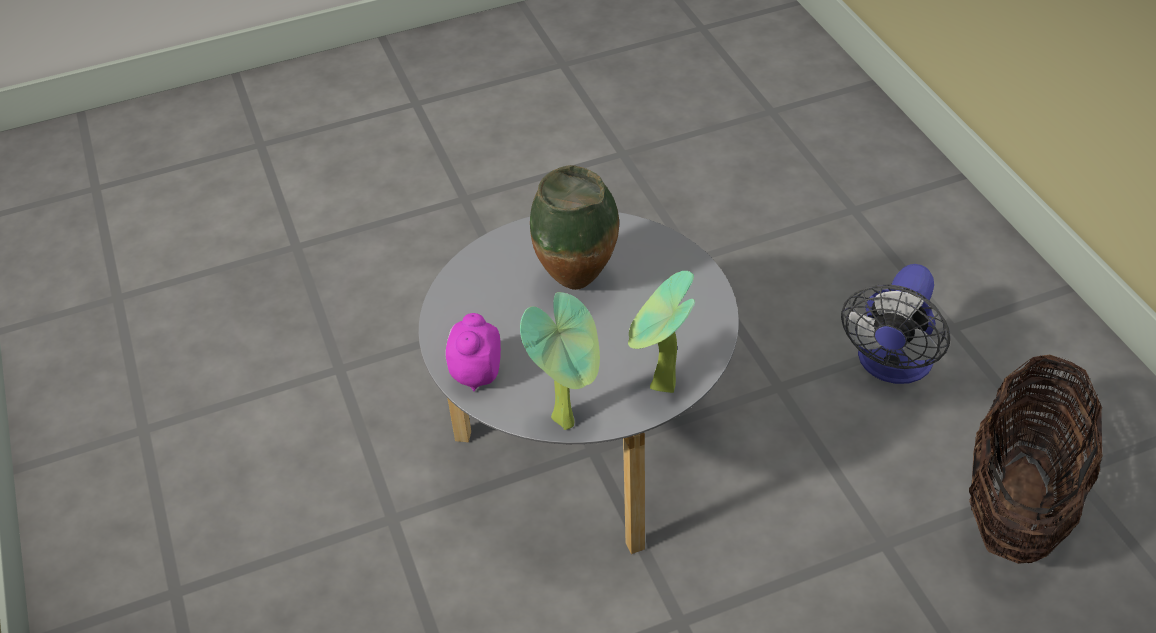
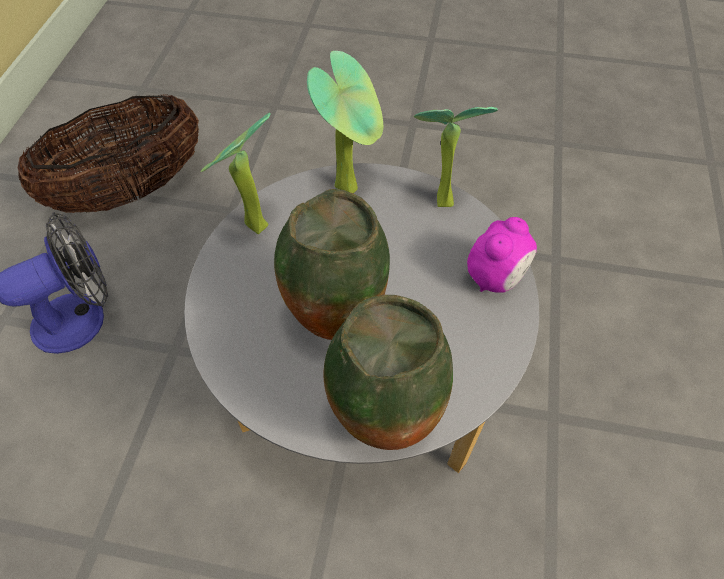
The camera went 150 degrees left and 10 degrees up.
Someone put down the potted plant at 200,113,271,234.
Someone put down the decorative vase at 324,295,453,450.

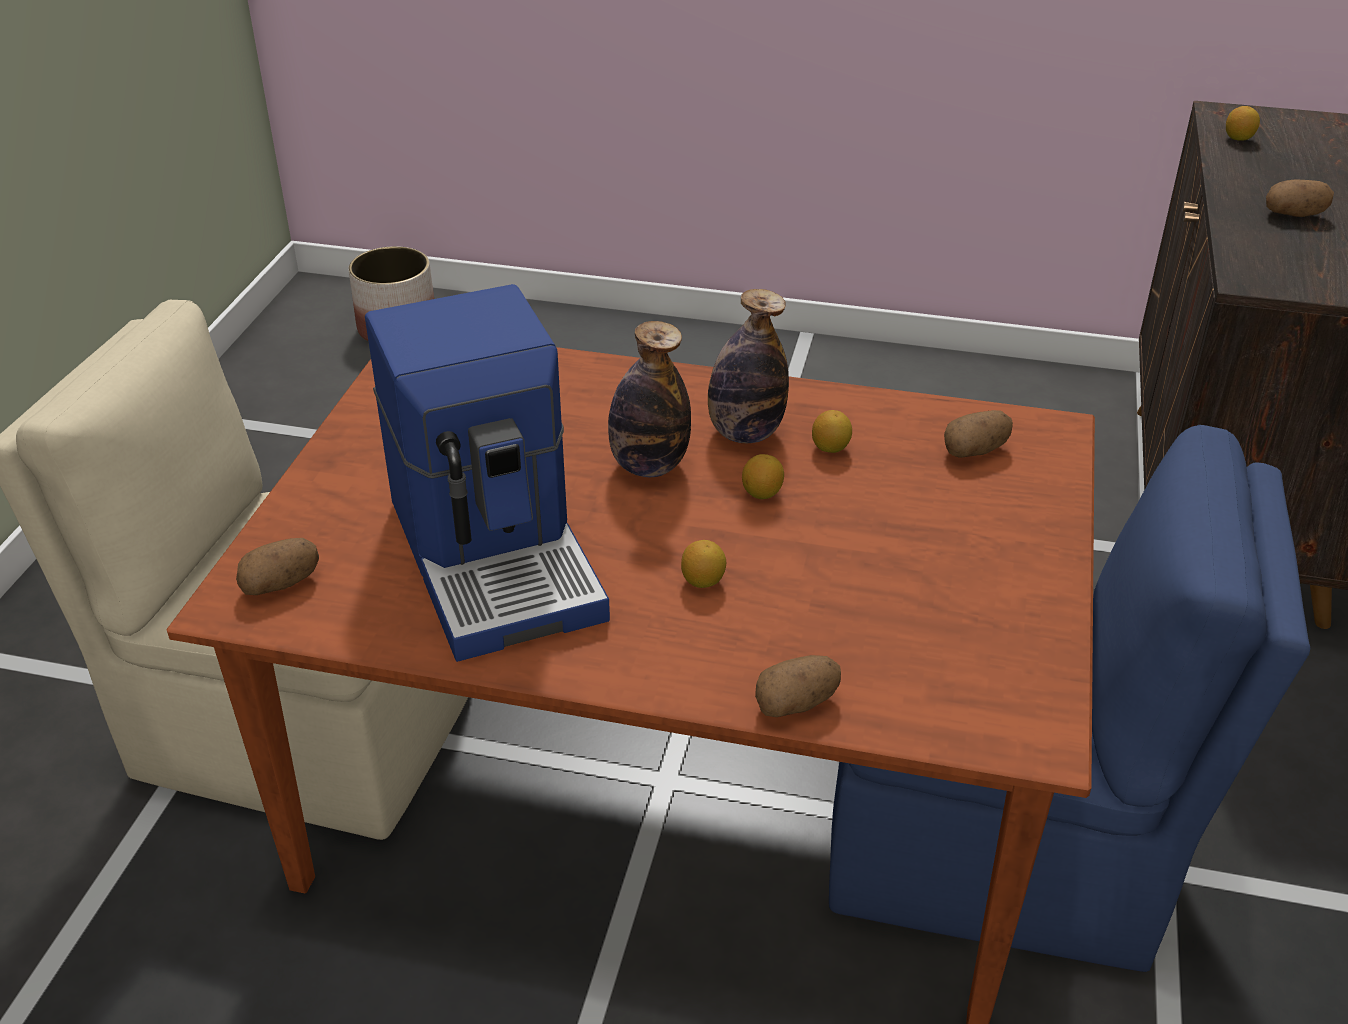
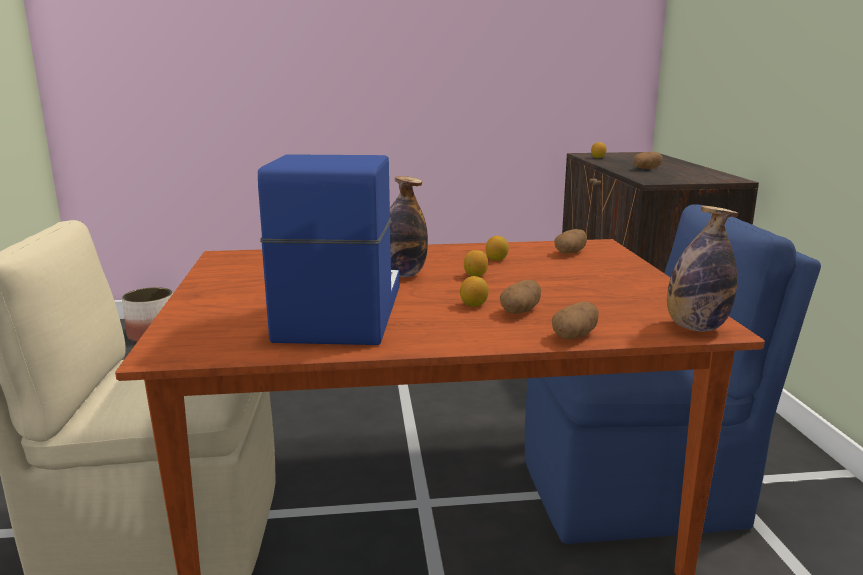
The camera went 20 degrees left and 20 degrees down.
Someone rotated the coffee brewer at 365,284,610,662 by 135 degrees counterclockwise.
Someone carried the bottle from 708,289,789,443 to 667,206,738,332.
Someone carried the spud from 236,538,319,595 to 500,280,541,314.

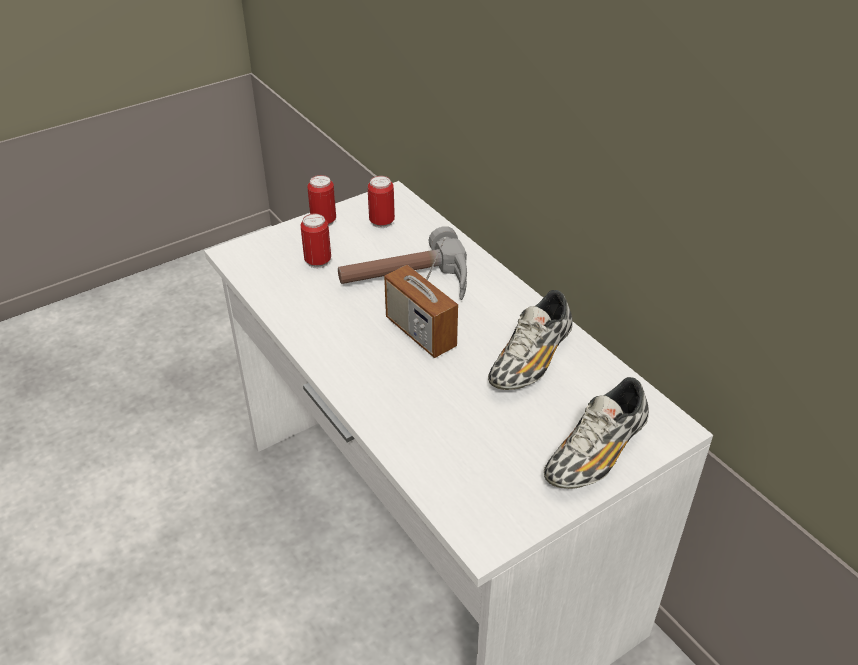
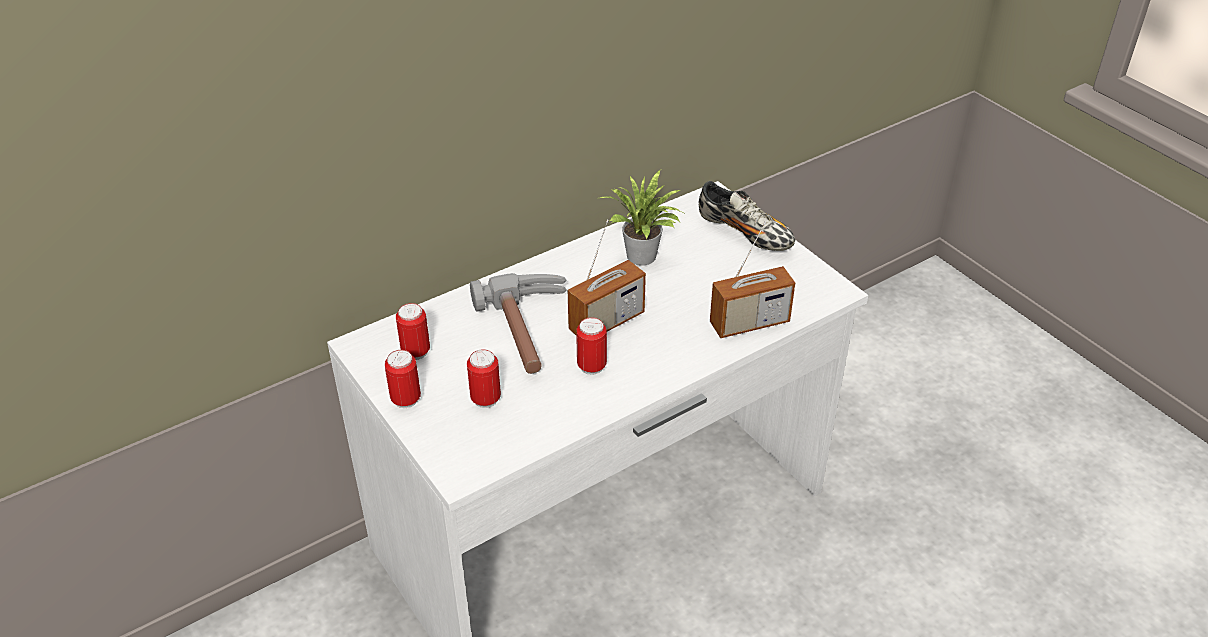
The camera went 90 degrees left and 0 degrees up.
Someone swapped the low shoe at 488,290,573,390 for the potted plant at 600,170,684,266.
Someone put down the radio at 710,221,795,338.
Someone put down the sealed can at 576,317,607,375.

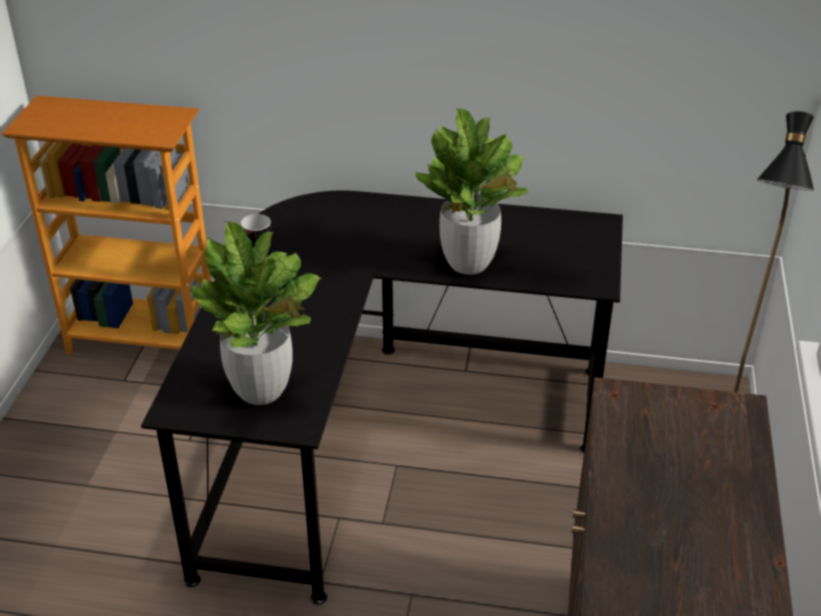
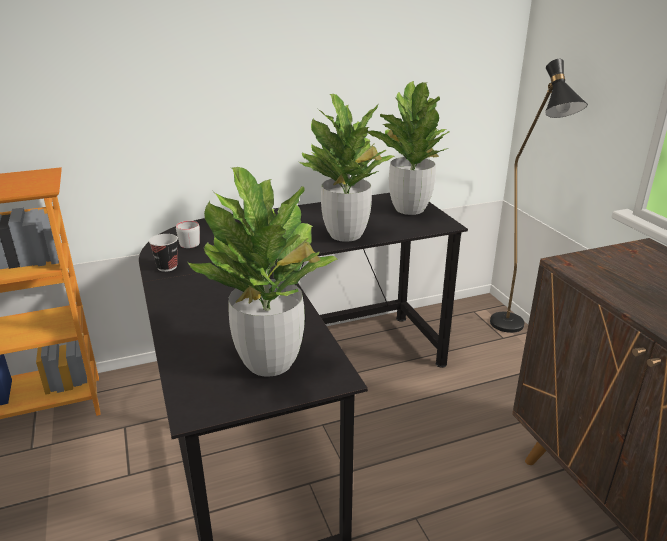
The camera went 30 degrees left and 10 degrees down.
Someone put down the potted plant at 368,81,450,215.
Someone put down the grey mug at 176,221,200,248.

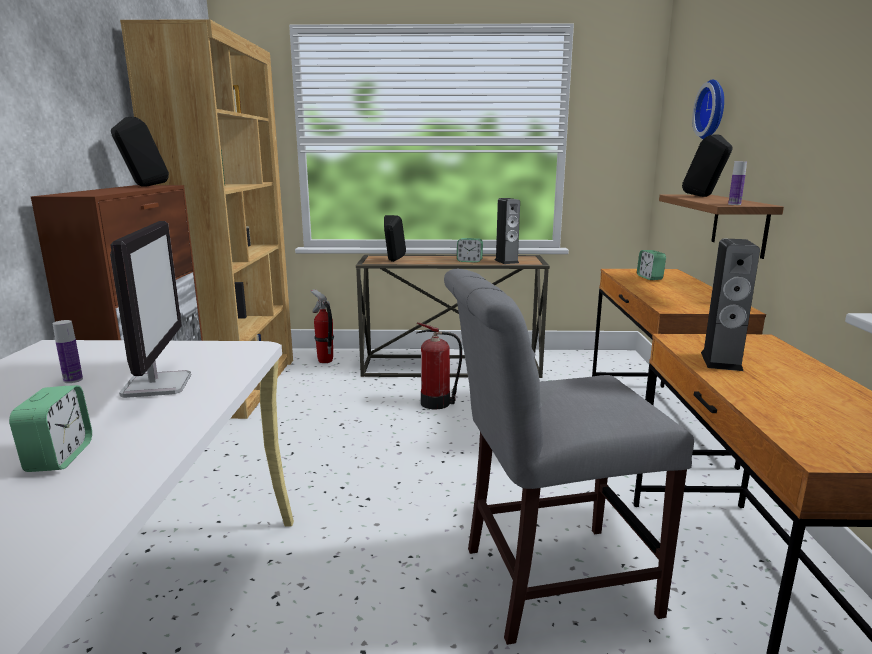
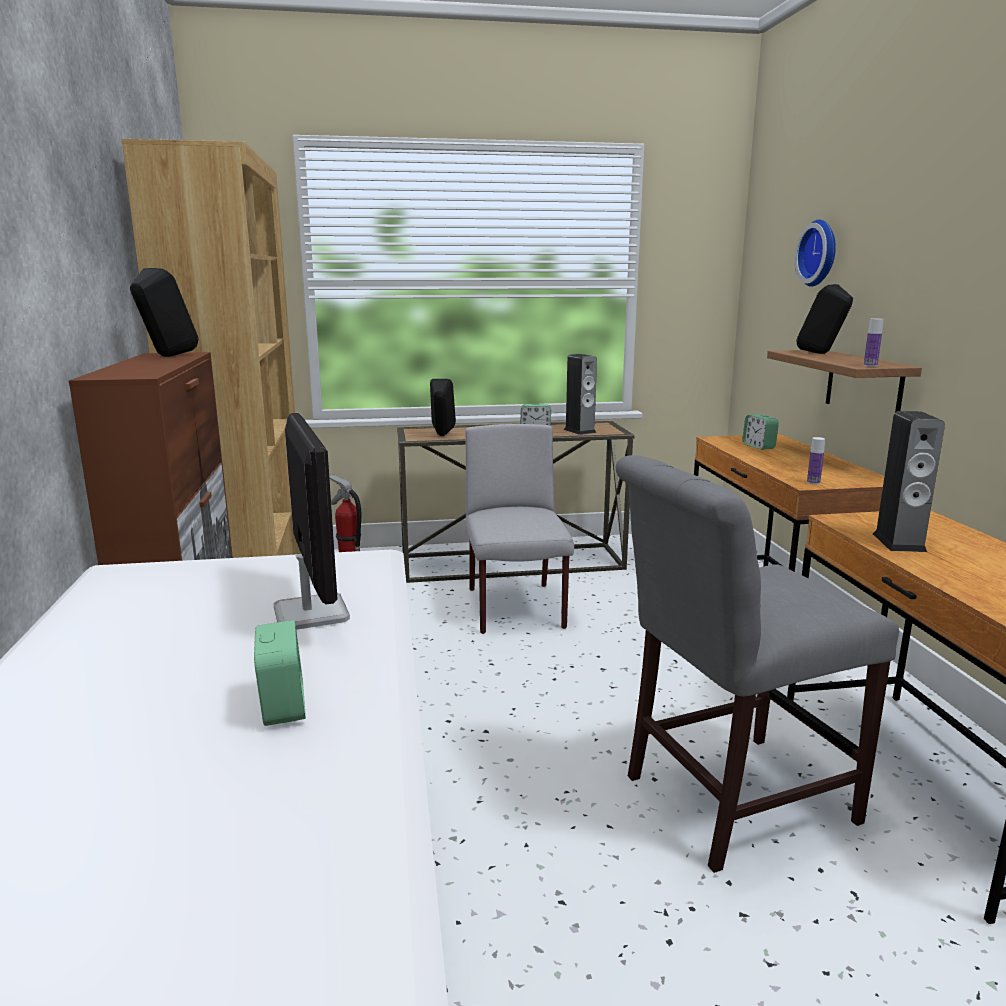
The camera went 10 degrees left and 0 degrees up.
Someone carried the bottle from 53,320,83,383 to 807,437,825,484.
Someone swapped the extinguisher at 416,322,462,409 for the grey chair at 465,424,574,634.

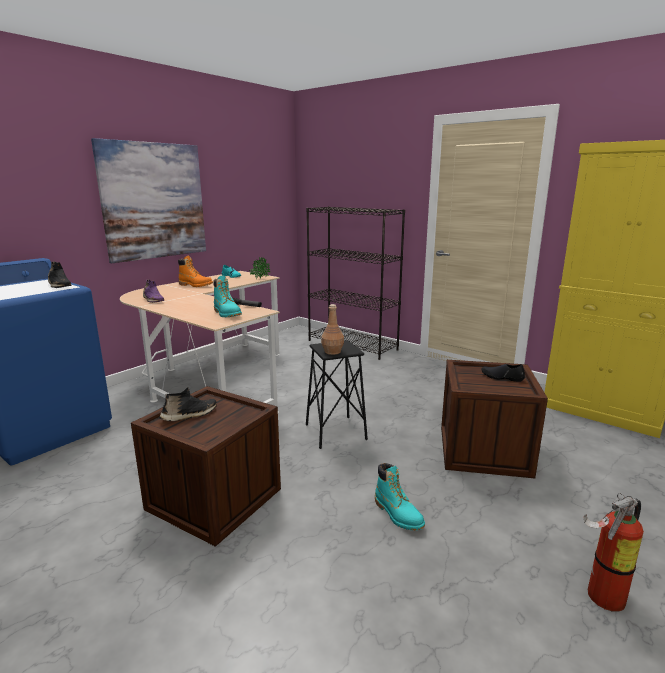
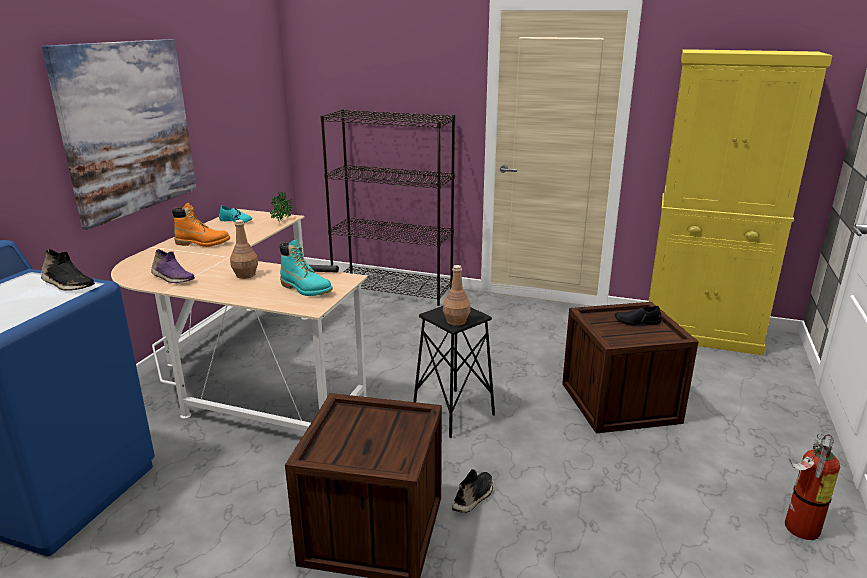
The camera went 20 degrees left and 5 degrees up.
Someone carried the black low shoe from 159,387,217,421 to 452,469,493,513.
Someone took away the turquoise-coloured boot at 375,463,425,531.
Someone put down the brown bottle at 230,220,258,279.

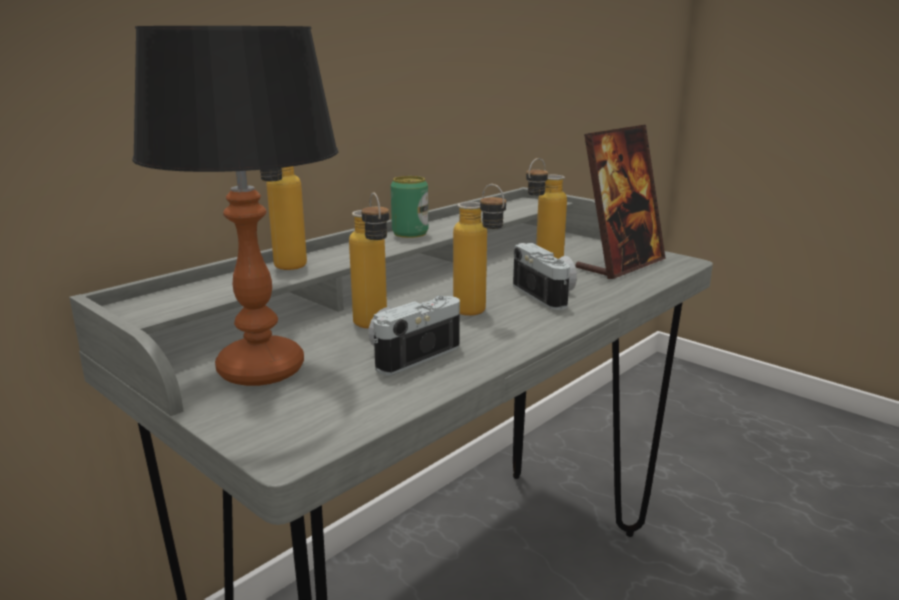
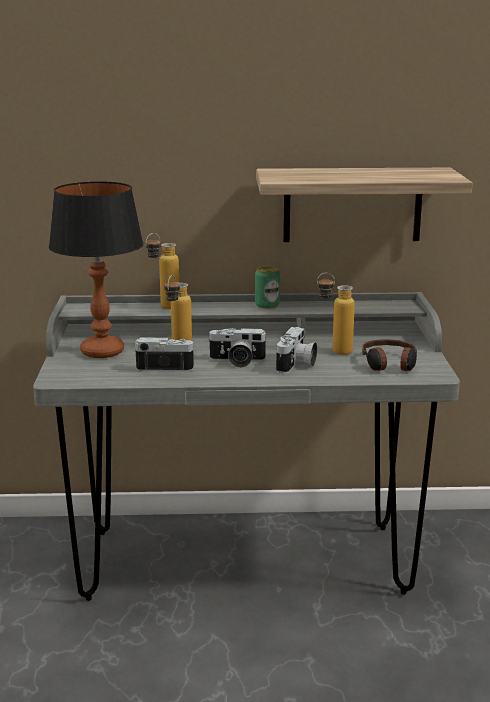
The camera went 45 degrees right and 0 degrees up.
Someone swapped the picture frame at 575,124,666,279 for the headphones at 362,339,417,371.
Someone swapped the bottle at 453,184,506,316 for the photo camera at 207,328,268,368.
Someone put up the wall shelf at 256,168,473,242.

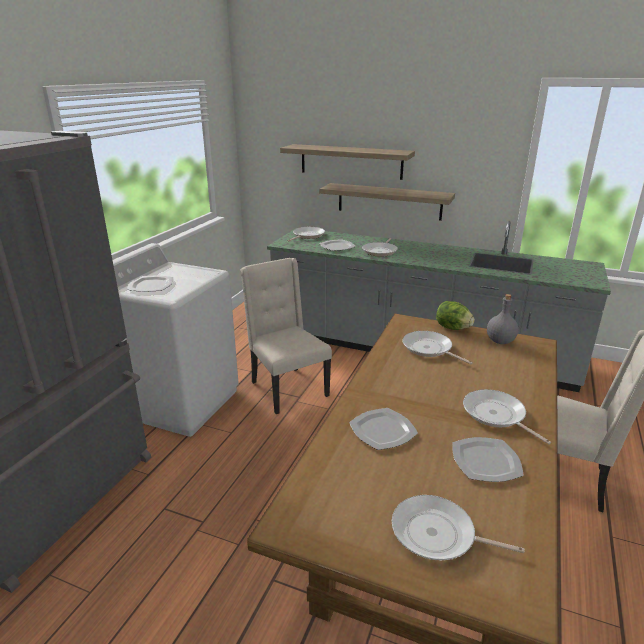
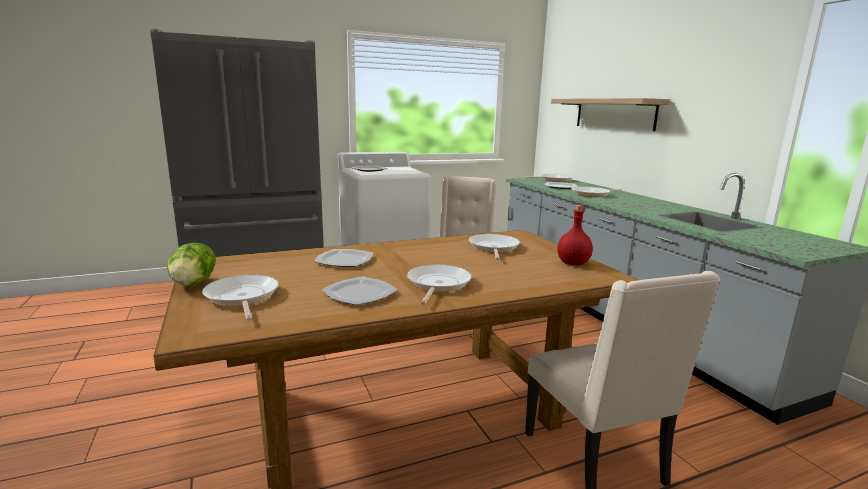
The camera went 45 degrees right and 10 degrees down.
Someone took away the wall shelf at 319,183,455,221.
Someone repainted the grey bottle at 487,294,518,344, which became the red-coloured bottle at 557,205,593,266.
Someone carried the head of lettuce from 436,301,475,330 to 167,243,216,286.

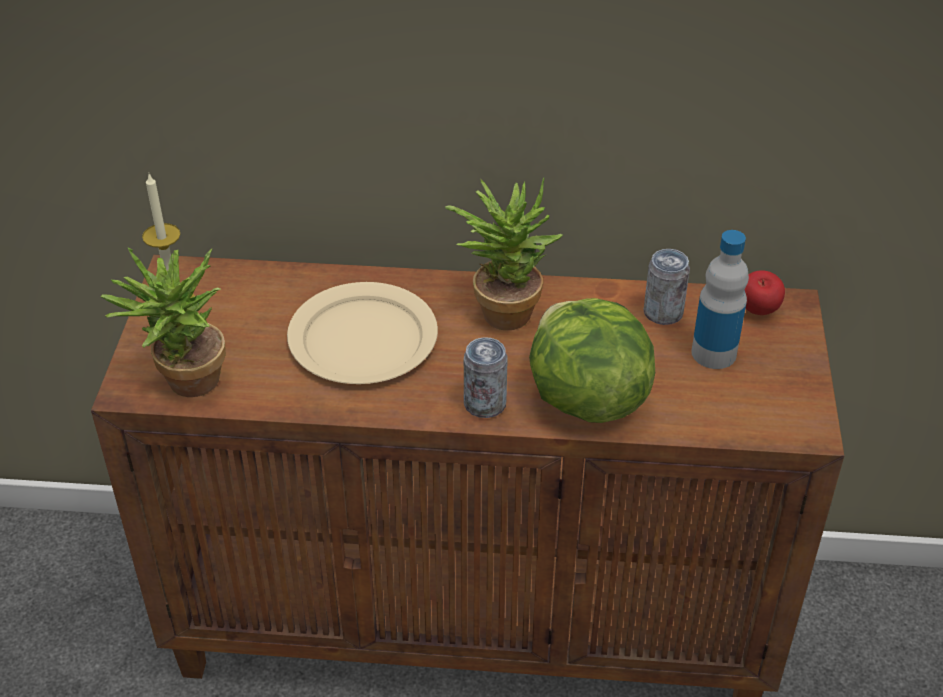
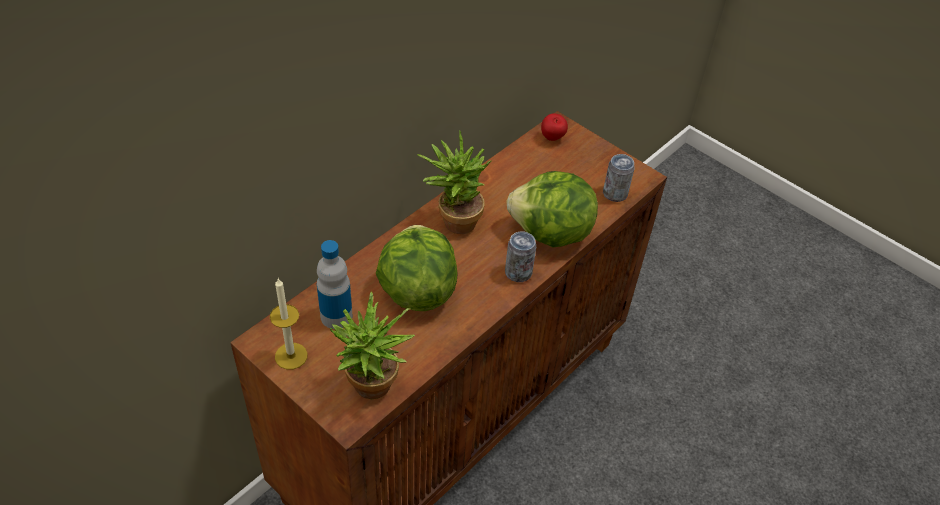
The camera went 55 degrees left and 5 degrees up.
Someone carried the bottle from 691,230,749,369 to 317,240,352,329.
Someone carried the sealed can from 644,249,690,325 to 603,154,635,202.
Someone swapped the beige-coloured dinner plate at 287,282,438,384 for the head of lettuce at 376,225,458,311.

